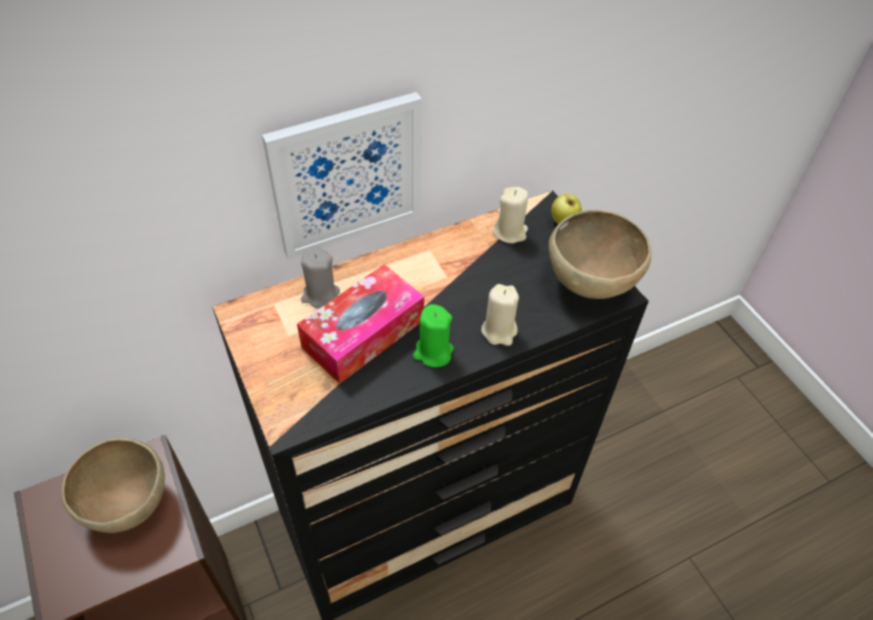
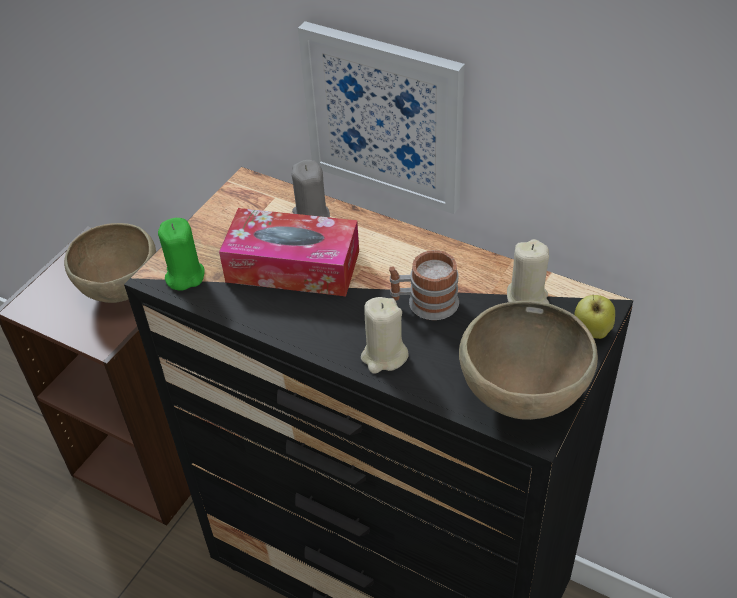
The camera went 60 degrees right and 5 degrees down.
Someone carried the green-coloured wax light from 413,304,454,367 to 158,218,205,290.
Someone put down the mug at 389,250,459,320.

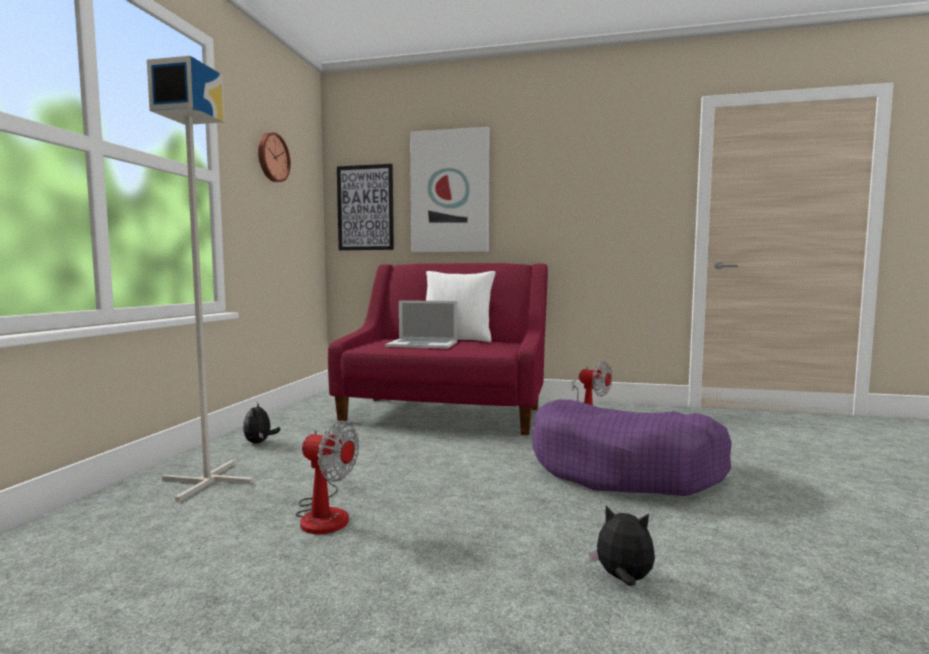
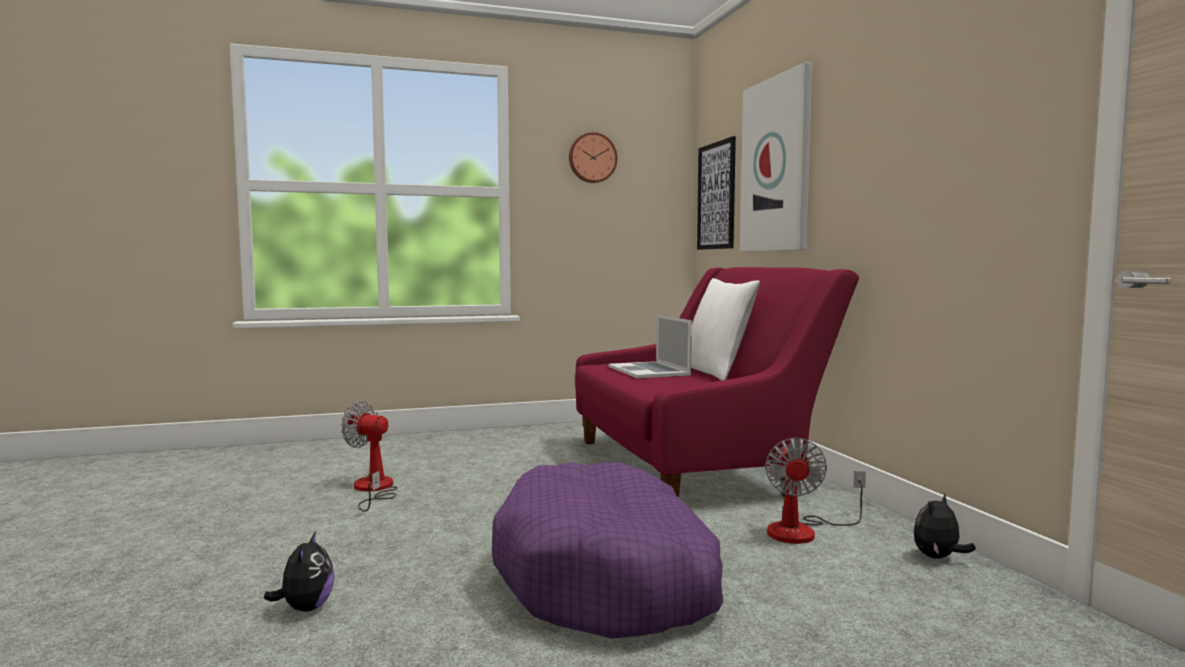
The camera went 60 degrees right and 0 degrees up.
Someone took away the grey standing lamp at 147,56,253,502.
Someone carried the cuddly toy from 243,402,280,444 to 913,493,976,559.
Someone rotated the fan at 296,421,359,534 by 120 degrees clockwise.

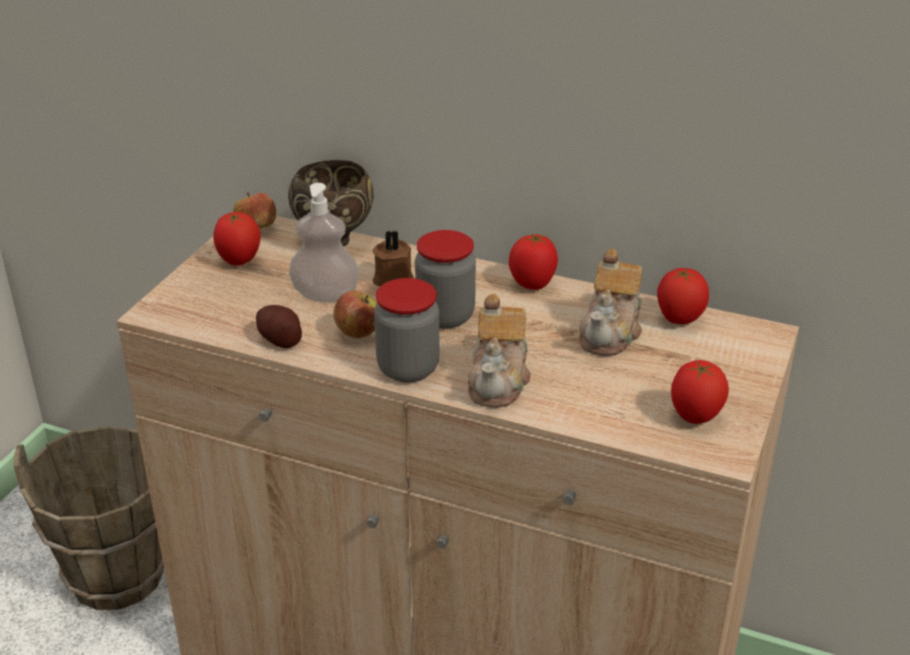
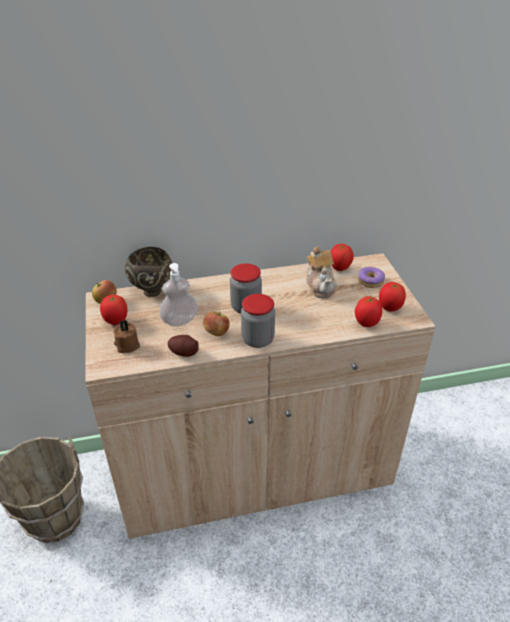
The camera went 35 degrees left and 5 degrees up.
Someone carried the brown wax light from 372,230,414,286 to 113,320,140,353.
Someone carried the whole tomato from 509,234,558,290 to 355,296,382,327.
Someone took away the teapot at 468,294,531,408.
Someone put down the doughnut at 358,267,385,288.

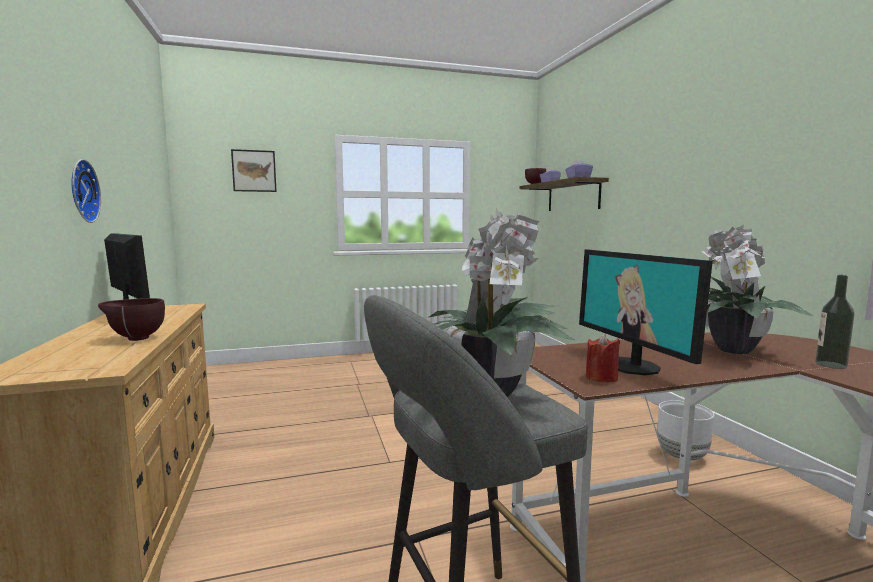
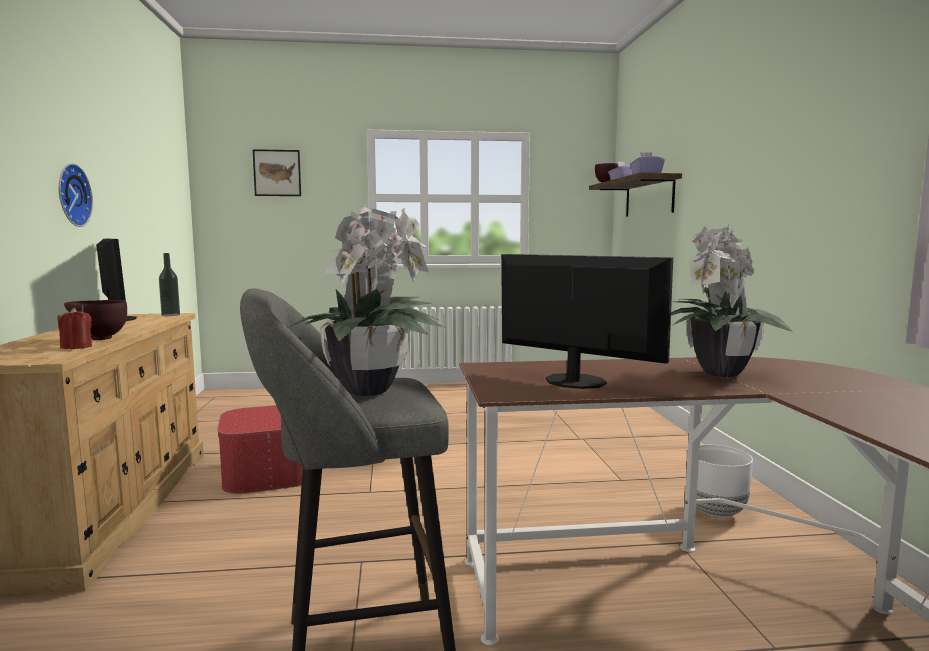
The camera went 10 degrees right and 0 degrees up.
Someone rotated the monitor at 579,250,713,375 by 135 degrees clockwise.
Someone carried the bottle from 815,275,855,369 to 159,253,180,316.
Someone carried the red-coloured wax light from 586,334,620,383 to 58,308,92,349.
Someone put down the footrest at 217,405,303,494.

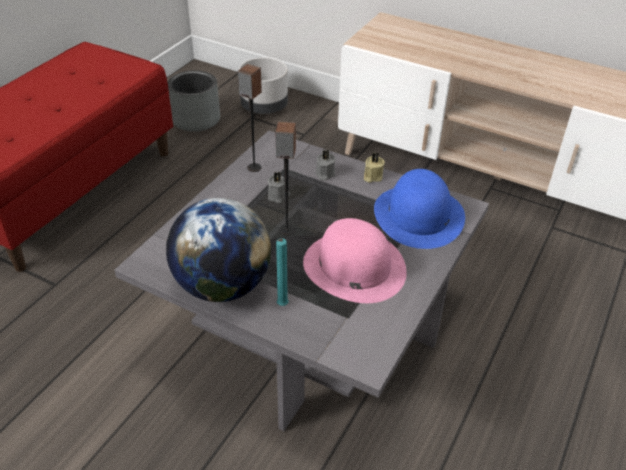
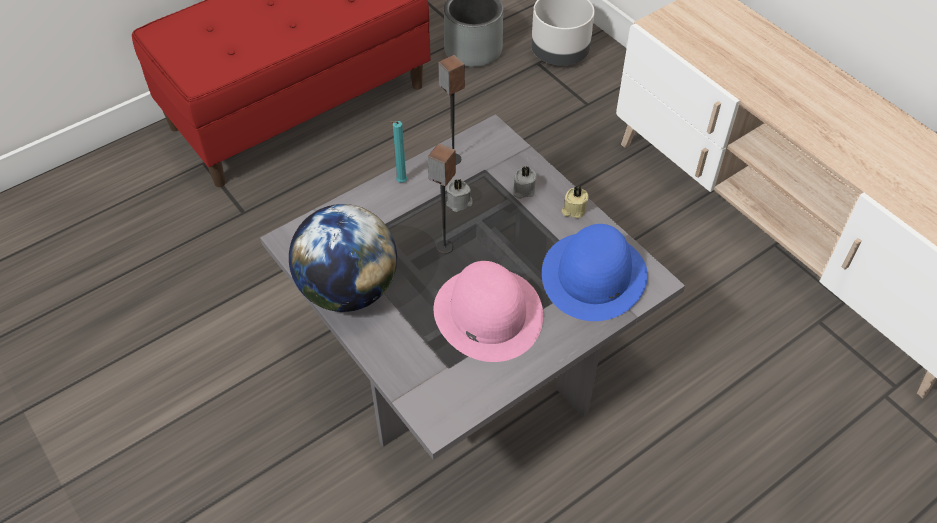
The camera went 25 degrees right and 10 degrees up.
Someone carried the turquoise-coloured wax light from 276,238,289,306 to 390,121,407,183.

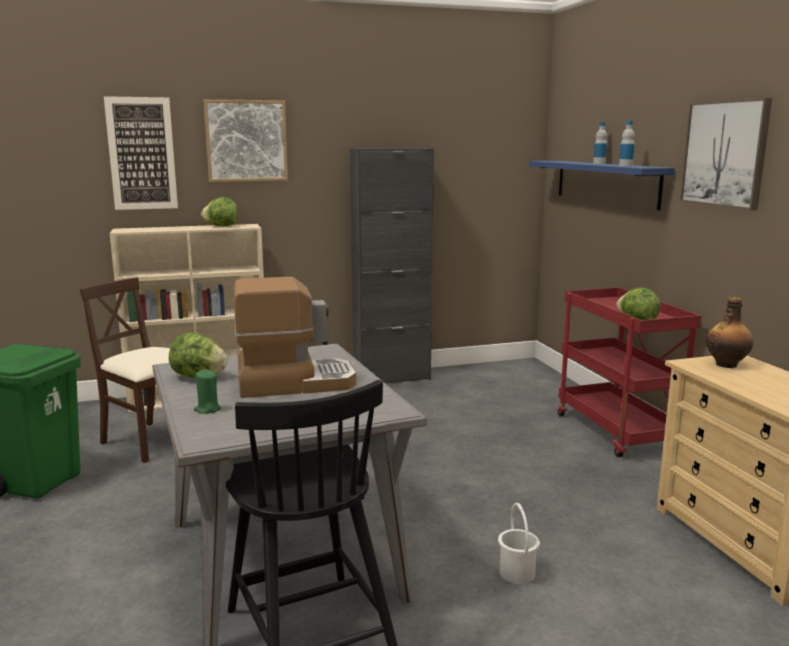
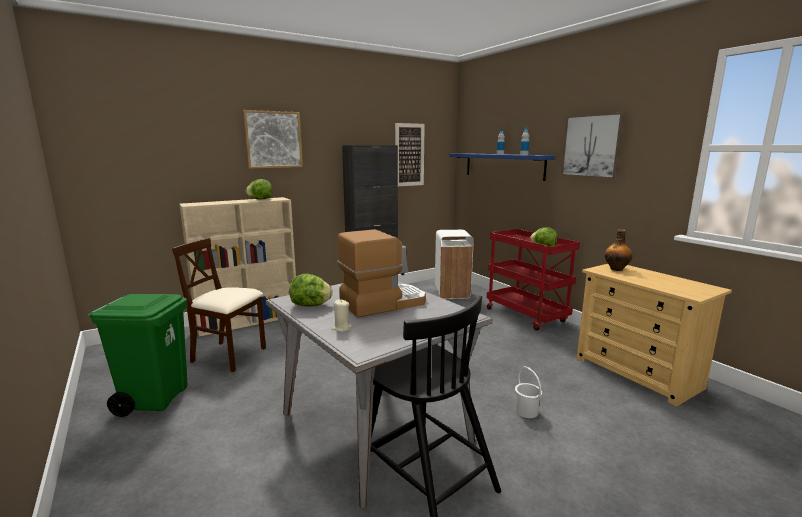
The camera went 15 degrees left and 0 degrees up.
Someone carried the wall art from 104,96,178,210 to 395,123,425,186.
Someone repainted the green-coloured wax light at 194,370,221,414, which became the beige-coloured wax light at 332,299,352,332.
Someone put down the white rubbish bin at 435,230,473,299.

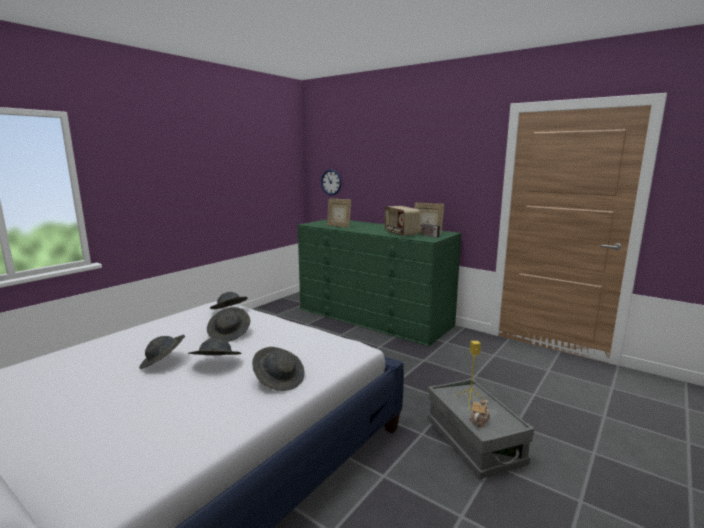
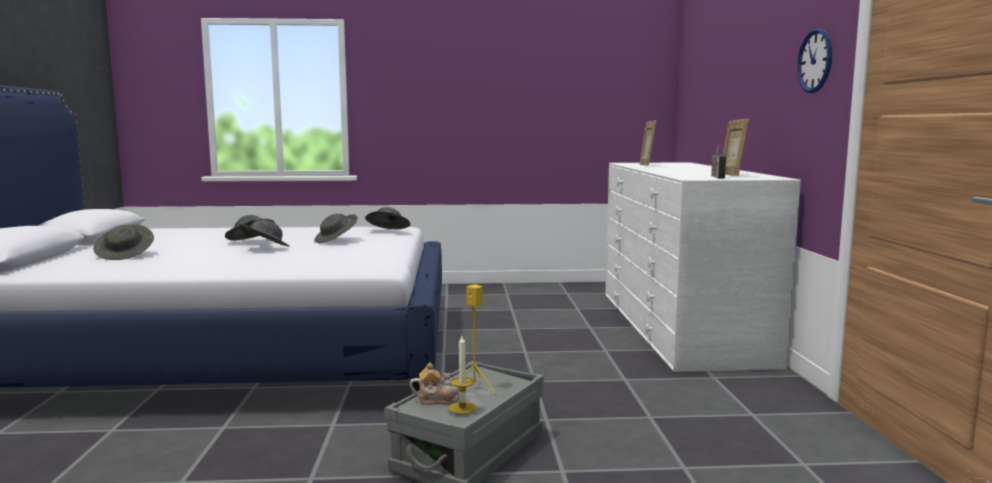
The camera went 50 degrees right and 5 degrees down.
Someone carried the hanging clock from 321,169,341,195 to 797,28,832,93.
Someone took away the radio at 385,206,420,237.
Someone repainted the green-coloured chest of drawers at 298,219,461,346, which became the white chest of drawers at 606,163,801,372.
Someone carried the grey wearable hat from 252,347,305,391 to 93,224,154,260.
Someone put down the wax light at 448,336,477,414.

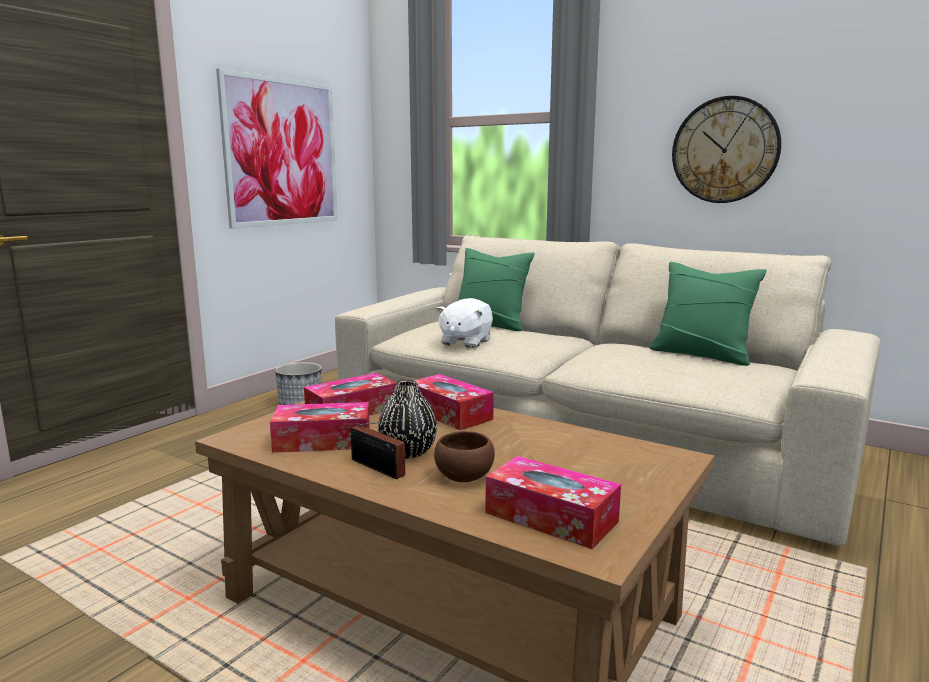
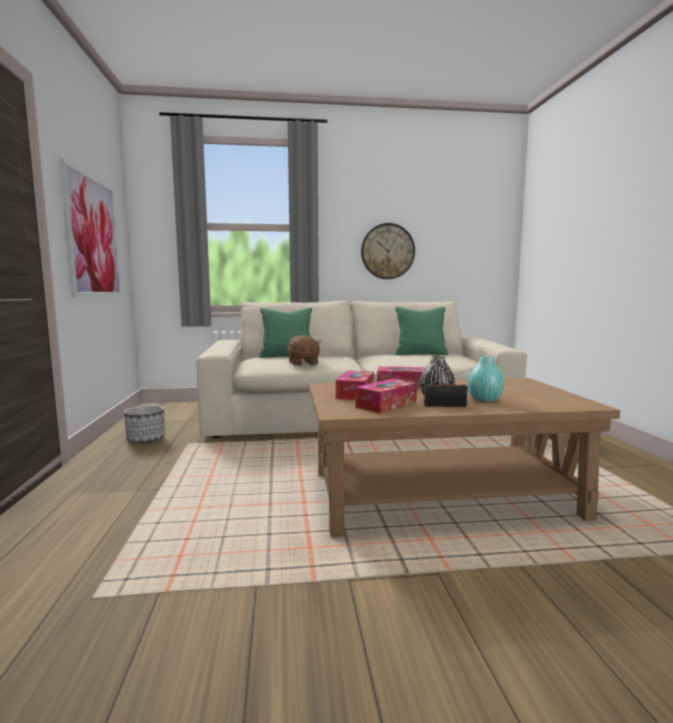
The camera went 40 degrees left and 5 degrees down.
Someone repainted the white cuddly toy at 436,298,493,348, which became the brown cuddly toy at 287,335,322,366.
Someone swapped the brown serving bowl at 434,431,495,482 for the turquoise-coloured decorative vase at 467,356,504,402.
Someone took away the tissue box at 485,456,621,549.

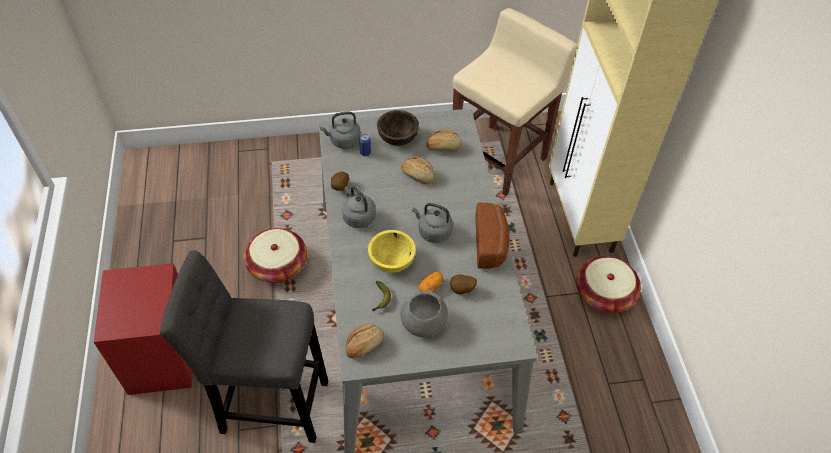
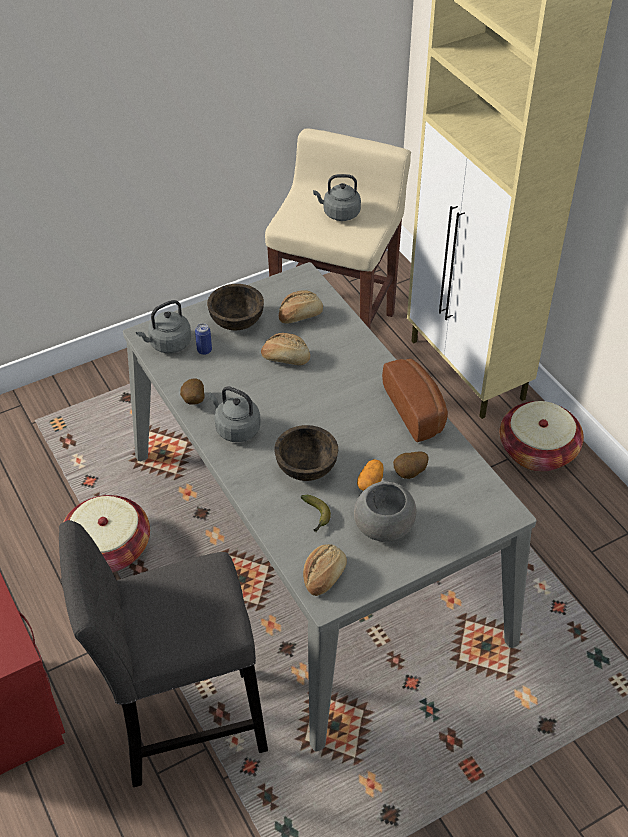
The camera went 20 degrees left and 5 degrees down.
Someone carried the grey kettle from 412,203,453,243 to 313,174,361,221.
Someone repainted the yellowish serving bowl at 368,230,416,273, which became the brown serving bowl at 274,425,338,481.

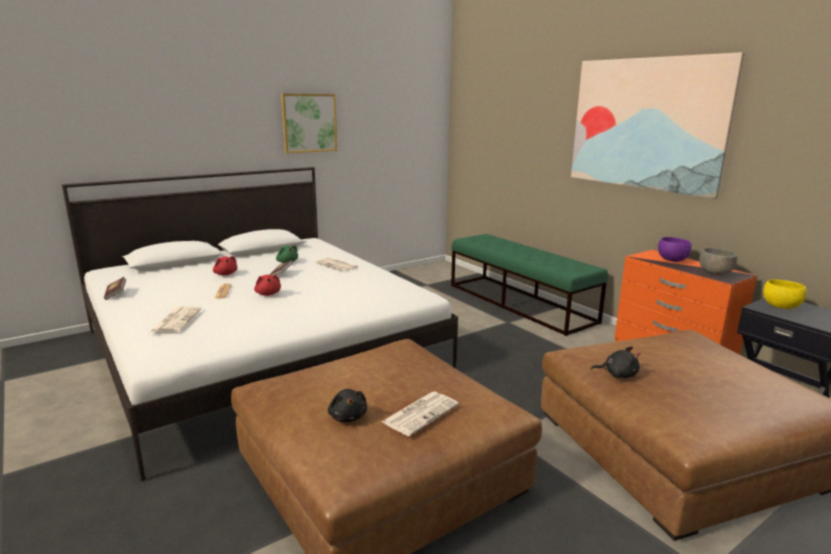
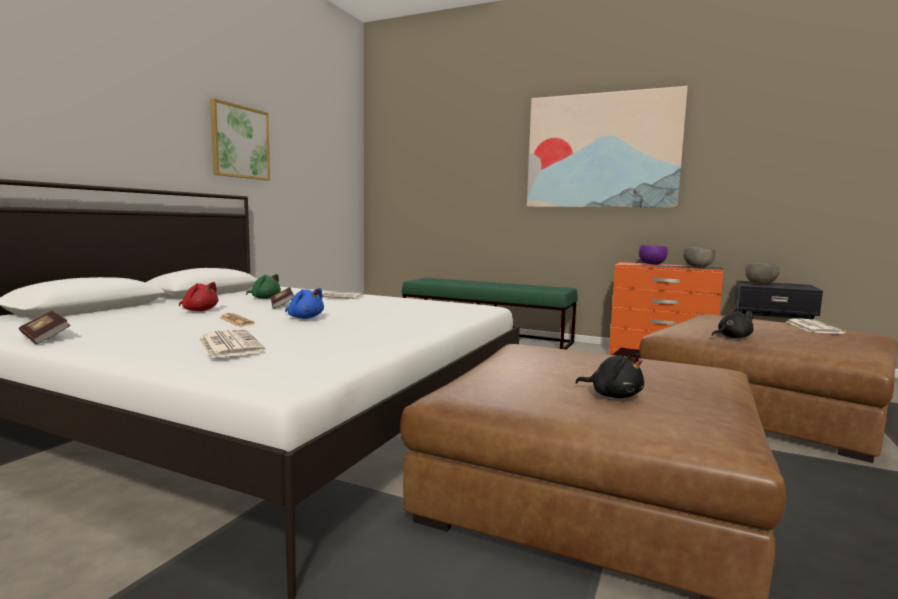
The camera went 30 degrees left and 10 degrees down.
Someone repainted the red-coloured cuddly toy at 254,275,281,296, which became the bluish cuddly toy at 285,288,324,319.
Someone repainted the yellowish serving bowl at 763,279,807,309, which became the grey serving bowl at 745,263,780,284.
Someone carried the daily paper from 381,392,459,436 to 787,319,846,334.

